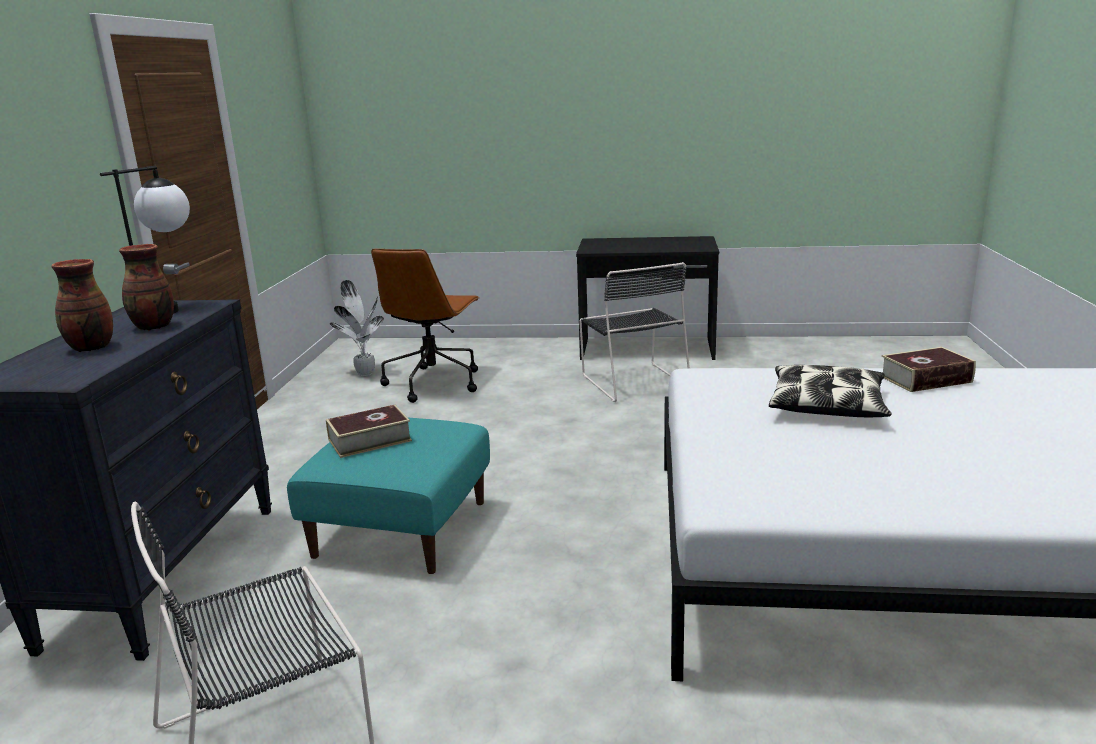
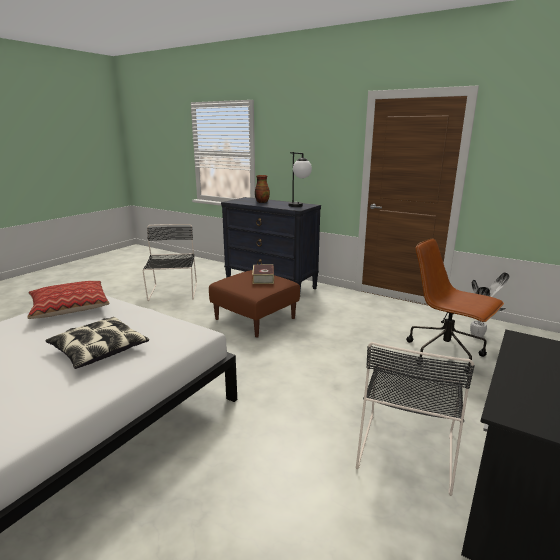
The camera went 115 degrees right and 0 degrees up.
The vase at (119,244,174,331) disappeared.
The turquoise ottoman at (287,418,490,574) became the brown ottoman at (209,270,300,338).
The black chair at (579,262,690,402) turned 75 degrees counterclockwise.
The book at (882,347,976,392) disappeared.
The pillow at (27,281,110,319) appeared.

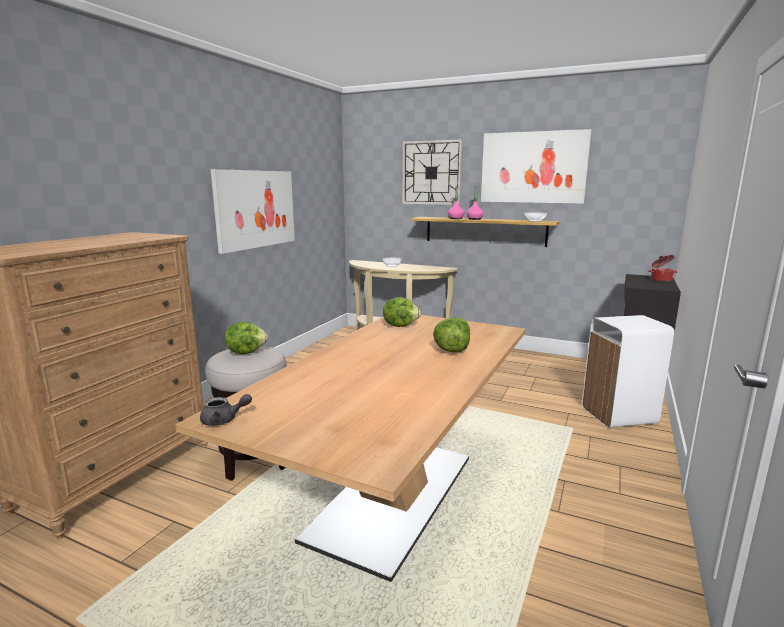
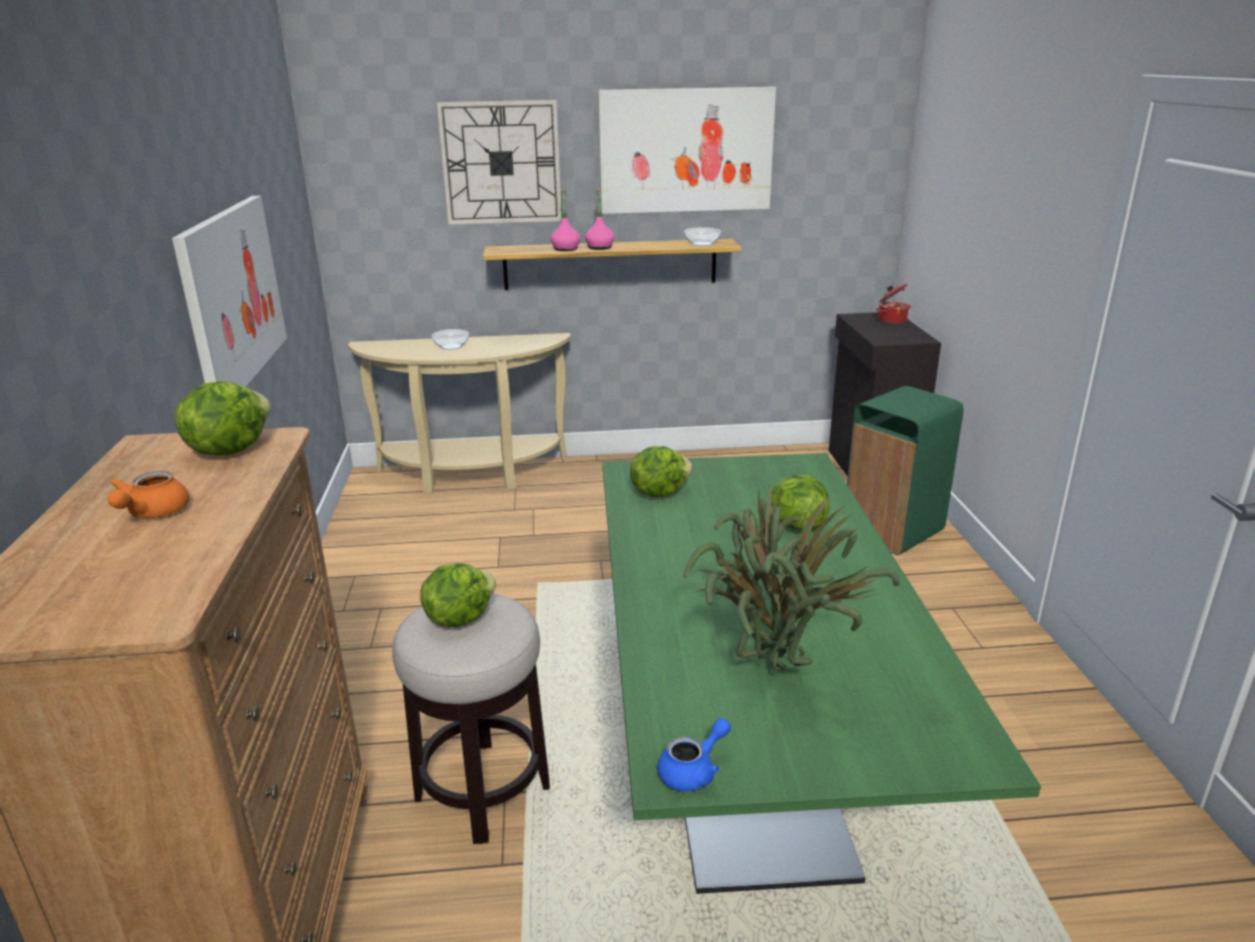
The camera went 30 degrees left and 10 degrees up.
The beige dining table at (175,315,526,582) became the green dining table at (602,453,1041,894).
The grey teapot at (200,394,252,426) became the blue teapot at (657,718,731,792).
The white trash can at (582,315,674,428) became the green trash can at (847,386,964,555).
The orange teapot at (108,471,189,518) appeared.
The lettuce at (175,381,271,456) appeared.
The potted plant at (683,481,900,671) appeared.

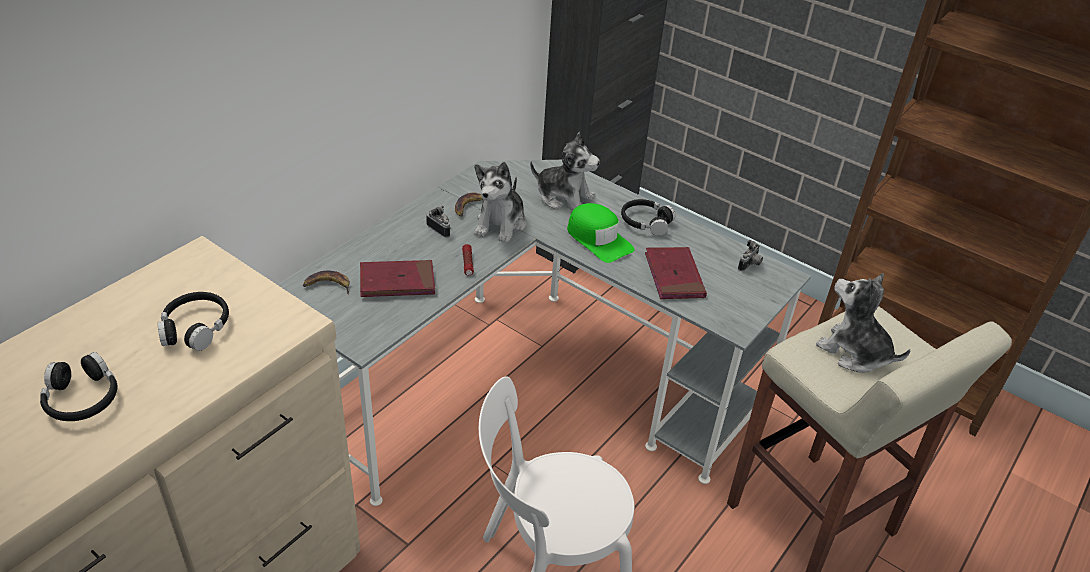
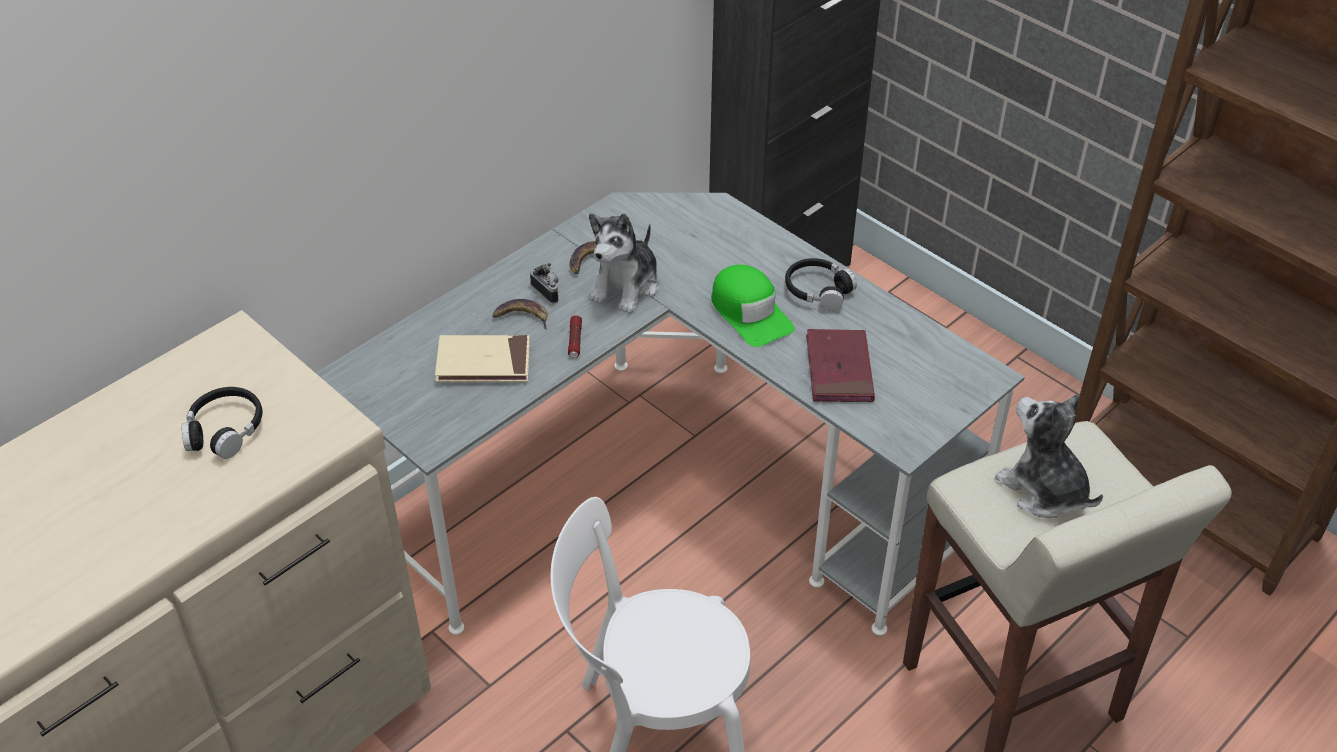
The camera went 10 degrees right and 5 degrees up.
The black headphones at (40,352,118,421) disappeared.
The banana moved from (303,271,350,294) to (492,299,548,330).
The red book at (360,260,435,297) became the beige book at (435,335,530,382).
The plush toy at (530,132,600,210) disappeared.
The photo camera at (738,240,763,271) disappeared.

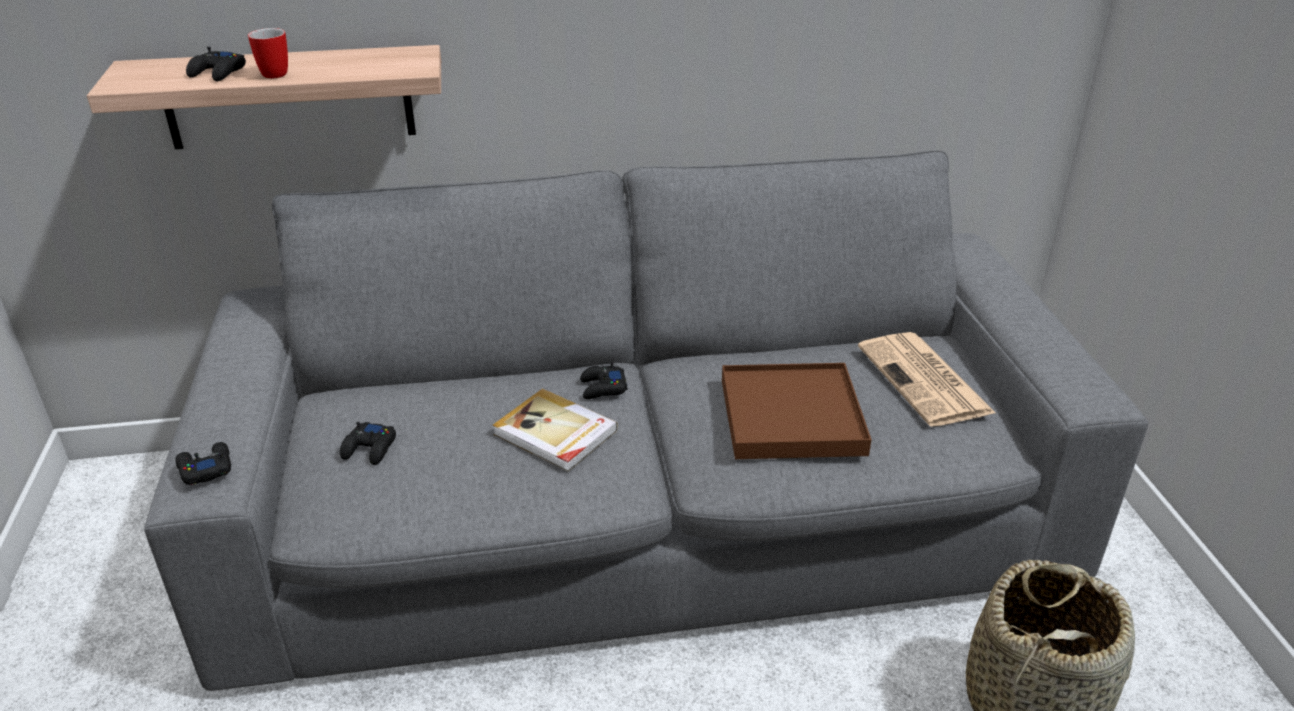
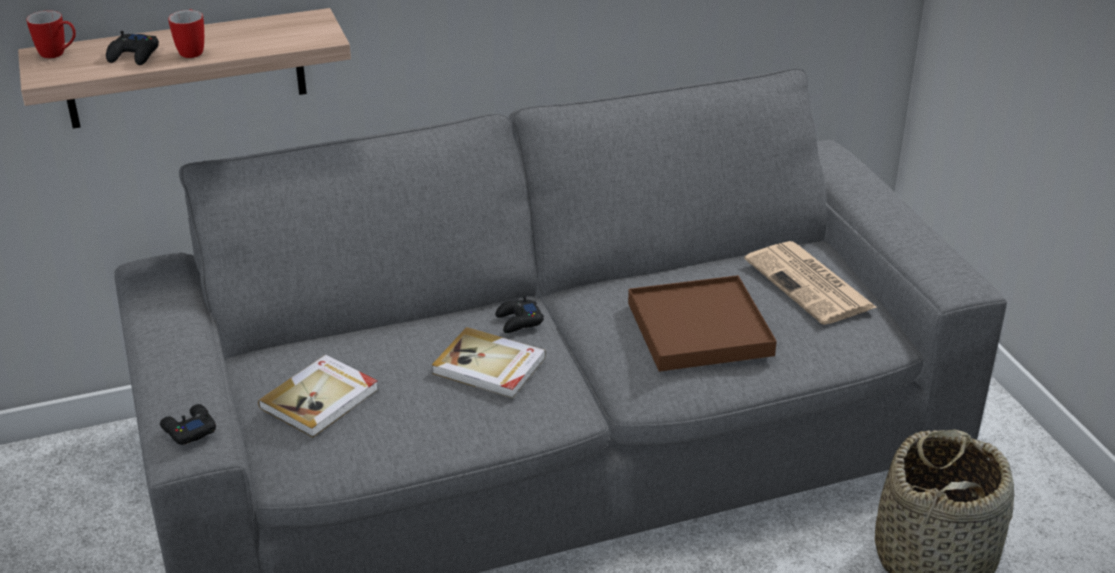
The camera went 10 degrees left and 0 degrees up.
The black game controller at (340,422,396,465) was replaced by the book at (258,355,379,437).
The mug at (26,10,76,58) appeared.

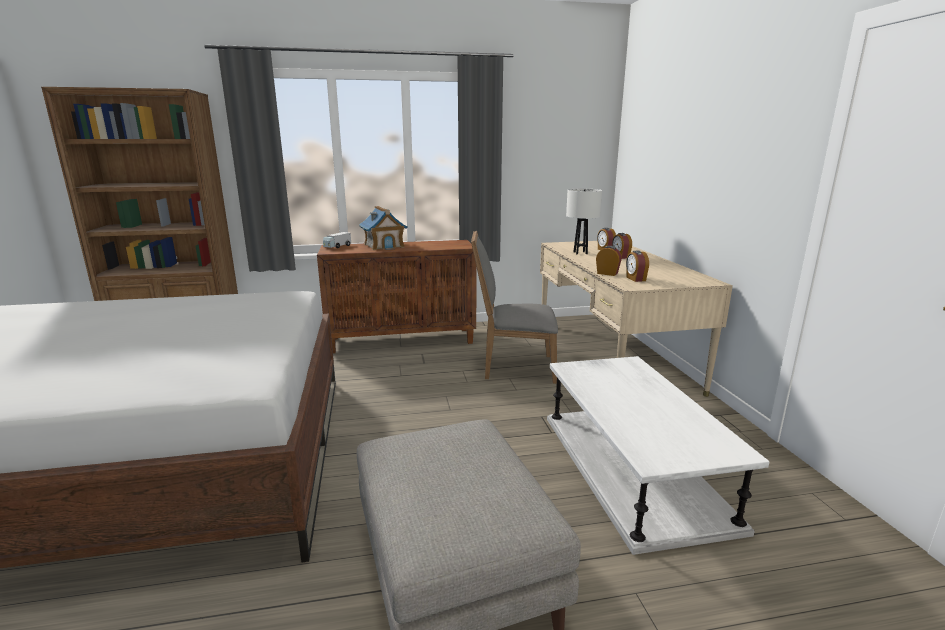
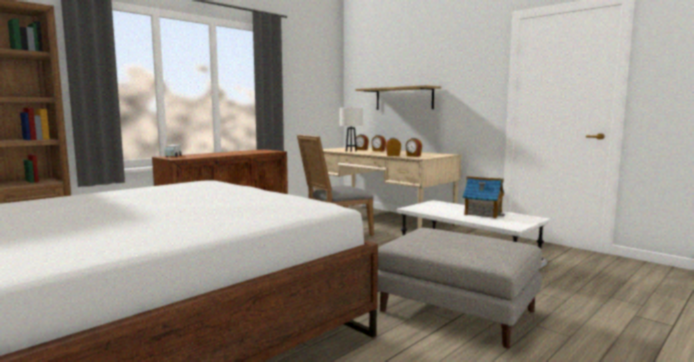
The camera went 35 degrees left and 10 degrees down.
The toy house moved from (359,206,407,250) to (463,176,505,218).
The shelf at (355,85,441,110) appeared.

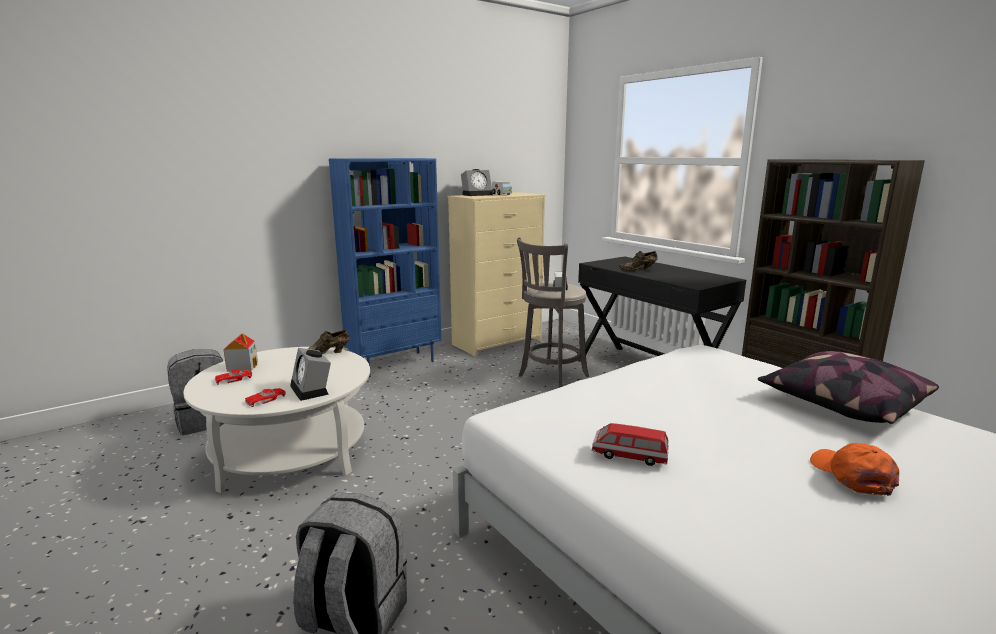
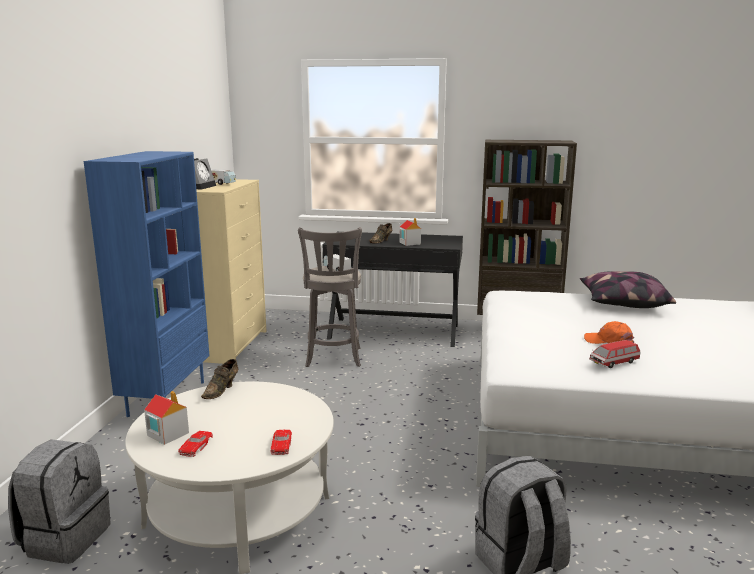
The camera went 45 degrees left and 0 degrees up.
The alarm clock at (290,348,331,401) disappeared.
The orange cap moved from (810,443,899,496) to (584,321,634,344).
The toy house at (400,218,421,246) appeared.

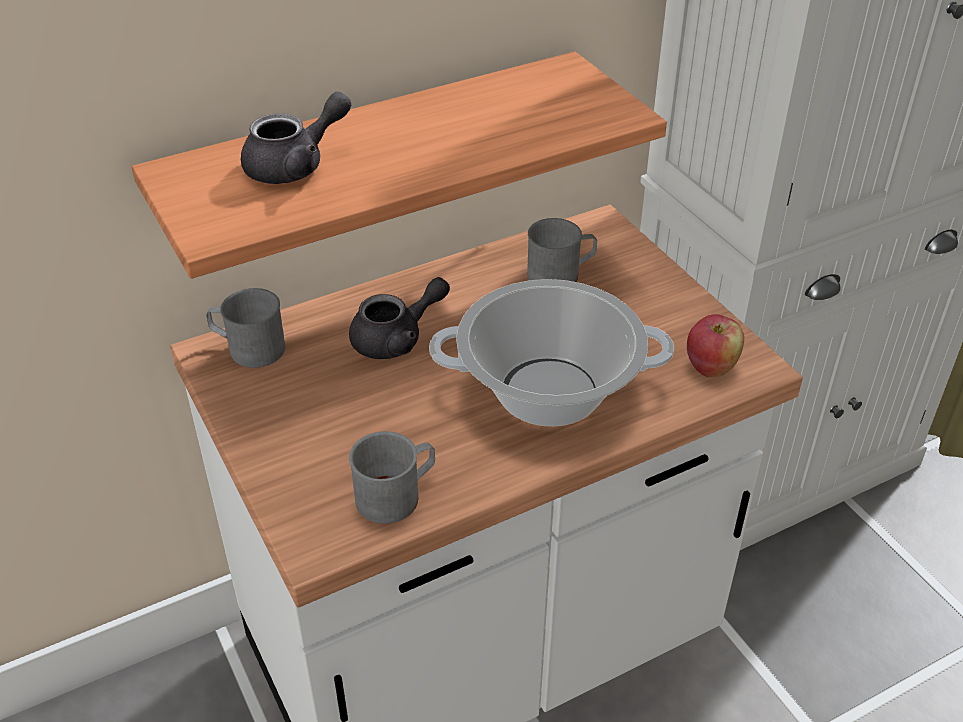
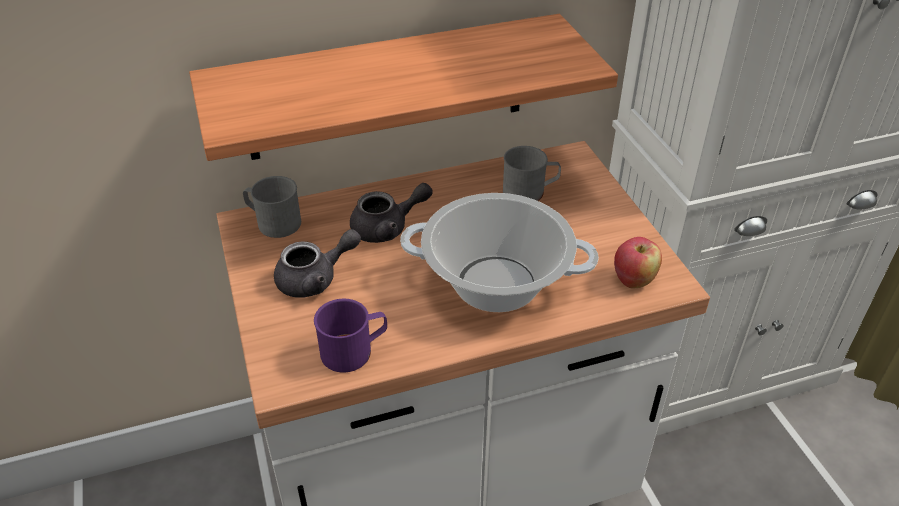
The camera went 10 degrees right and 0 degrees up.
The grey teapot moved from (241,92,351,184) to (274,229,361,297).
The grey mug at (349,431,435,524) became the purple mug at (314,299,387,373).

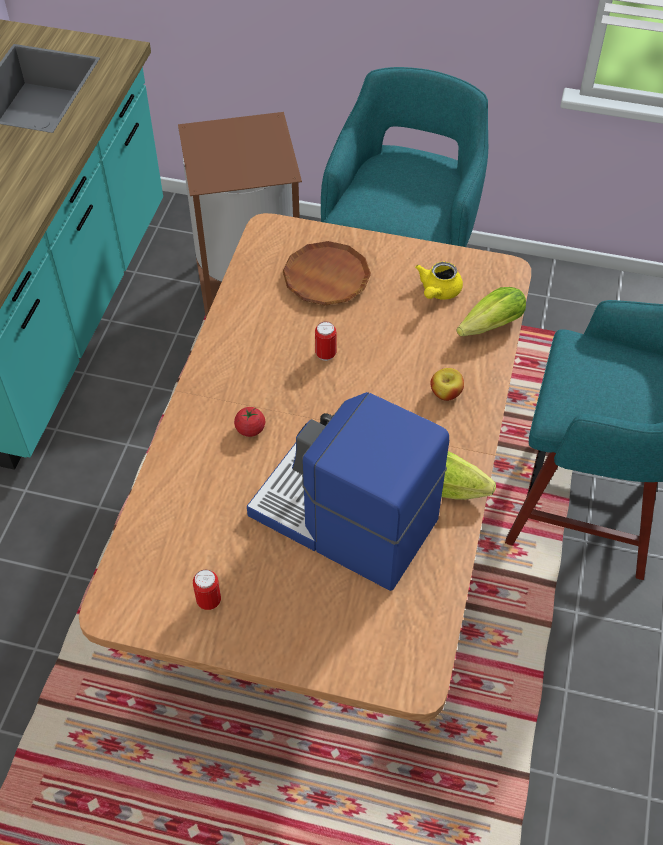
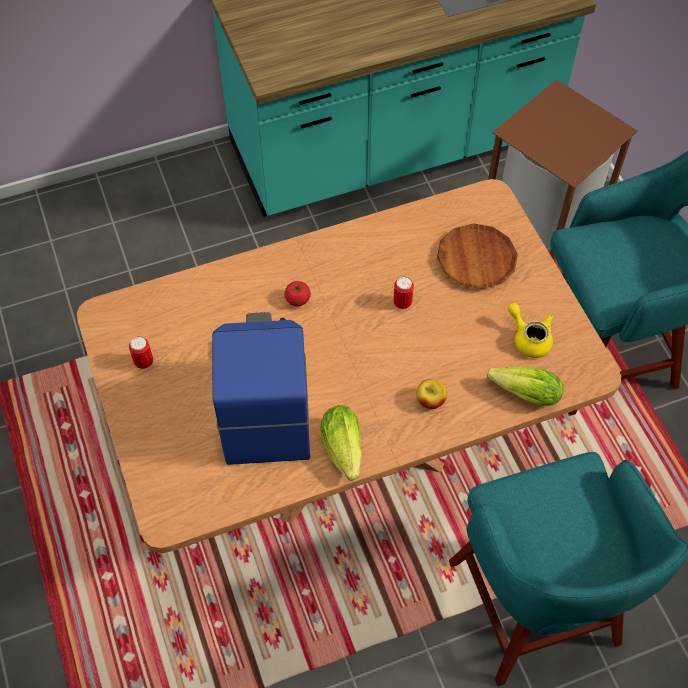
The camera went 55 degrees right and 5 degrees up.
The yellow teapot at (415,262,463,300) turned 60 degrees clockwise.

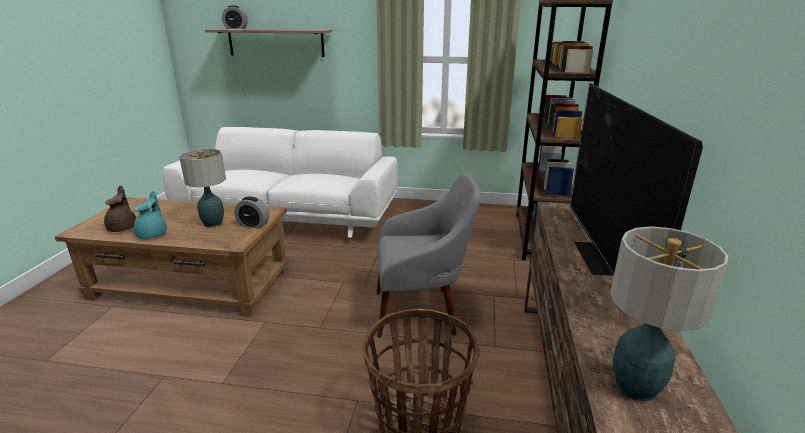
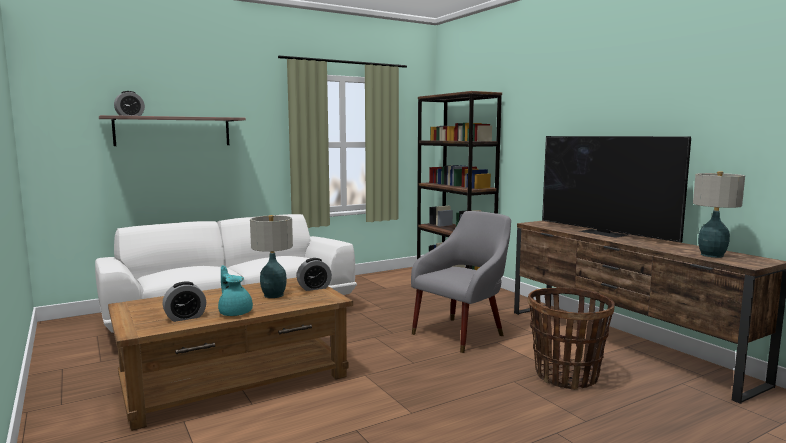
The camera went 40 degrees left and 15 degrees down.
The brown teapot at (104,185,136,232) was replaced by the alarm clock at (162,281,206,322).

